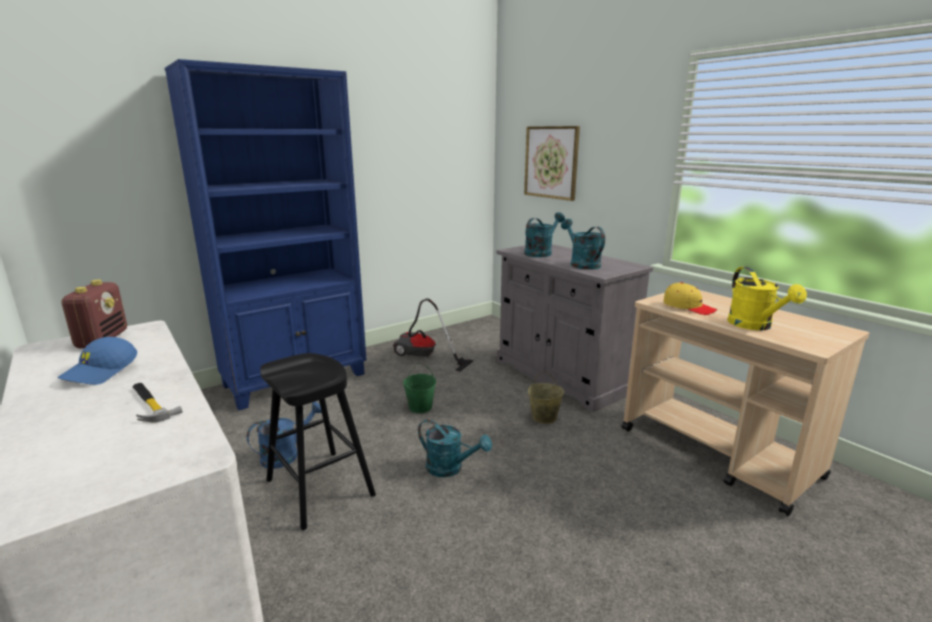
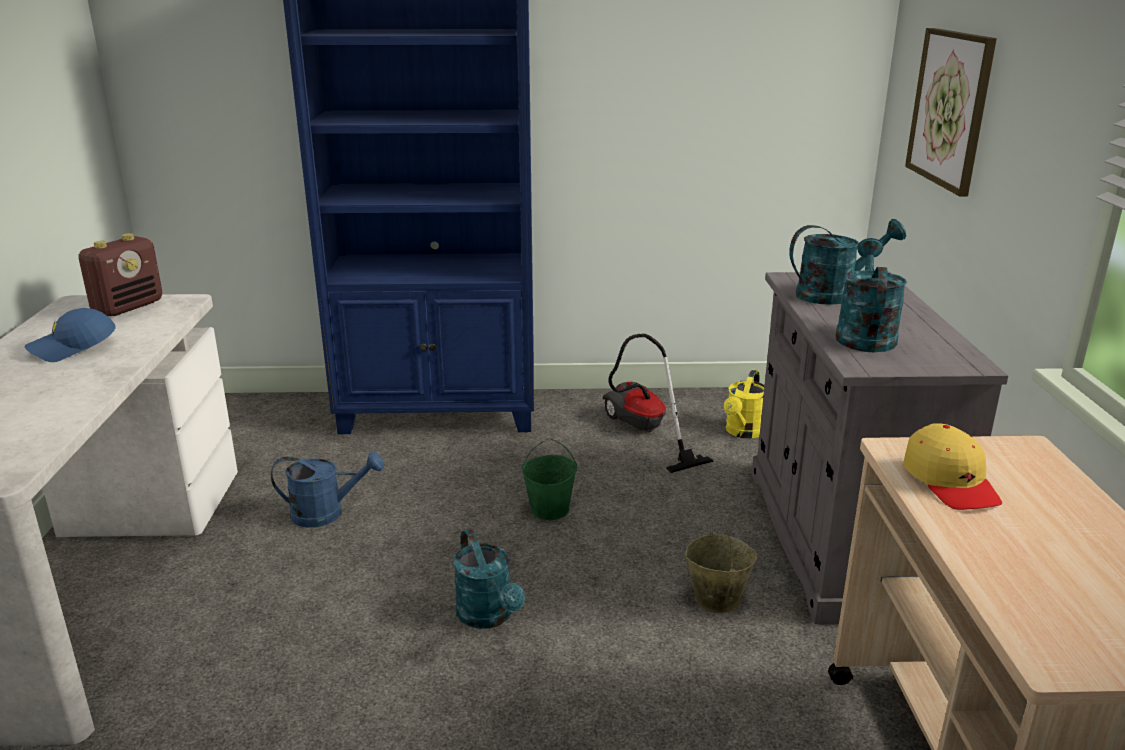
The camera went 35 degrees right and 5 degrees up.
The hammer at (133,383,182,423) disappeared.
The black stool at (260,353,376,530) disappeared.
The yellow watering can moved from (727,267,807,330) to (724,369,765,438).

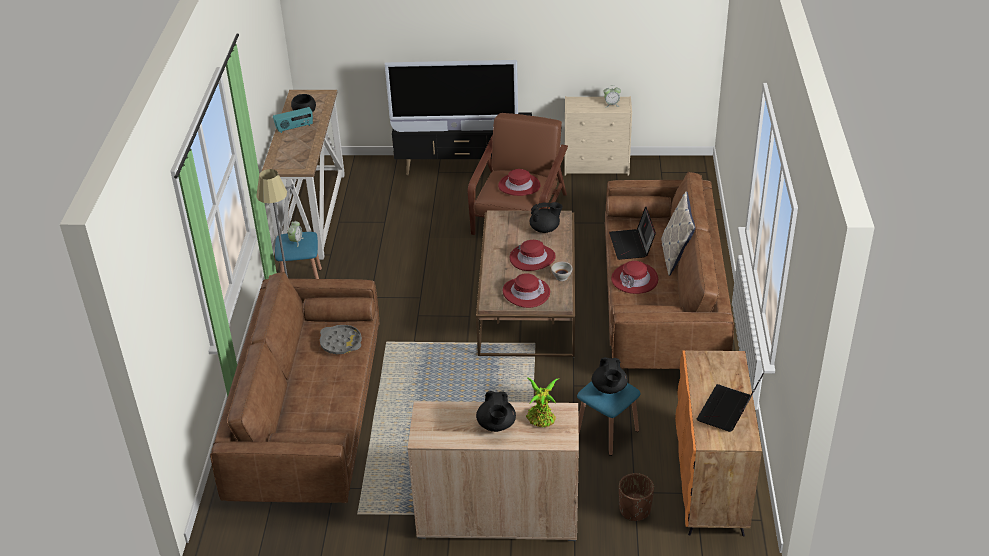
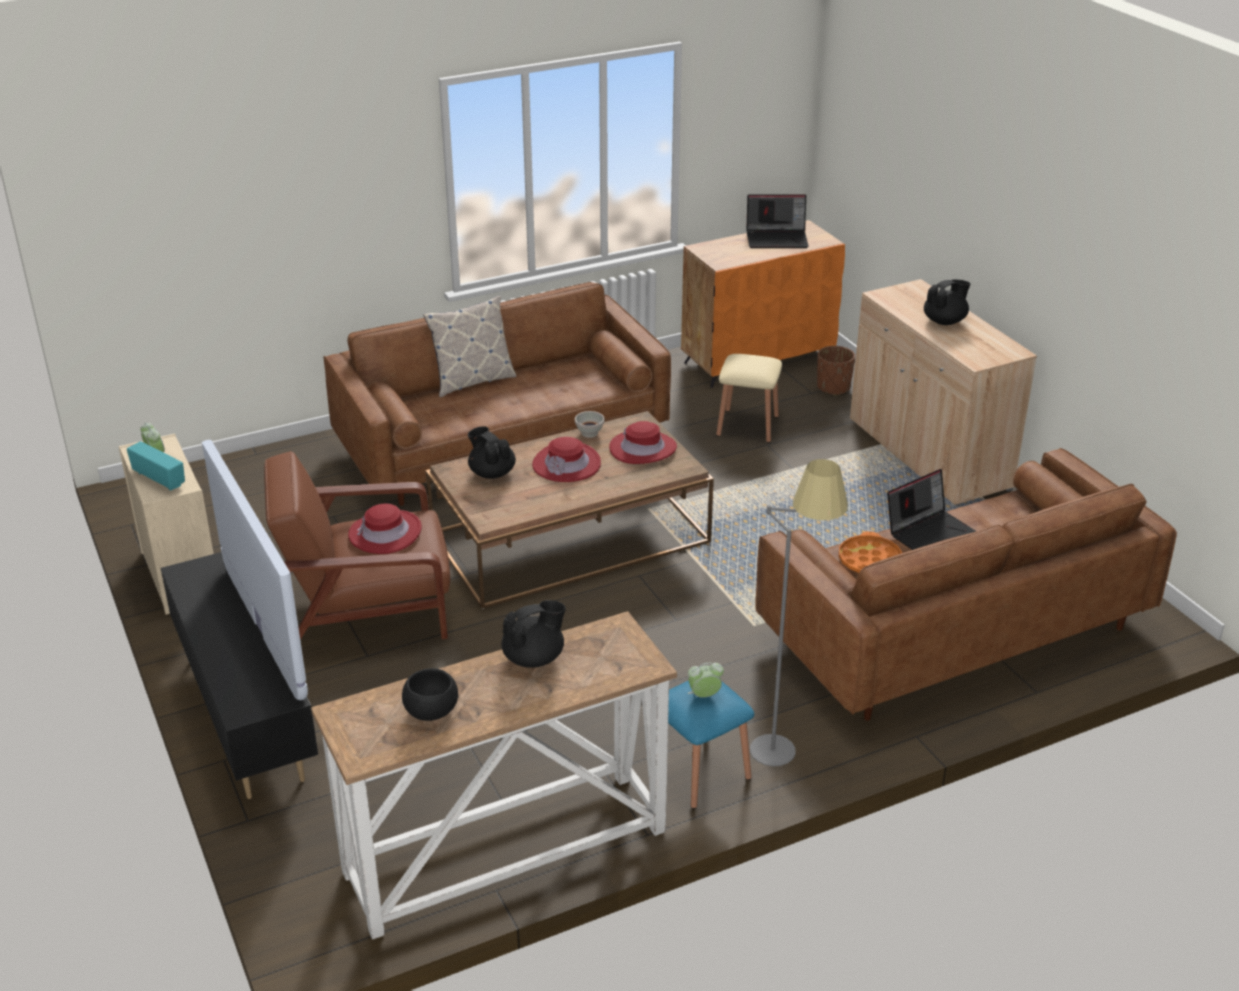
The camera went 120 degrees left and 5 degrees down.
The radio moved from (273,107,313,133) to (127,441,185,491).
The grey tray at (320,325,362,354) became the orange tray at (839,531,902,573).
The potted plant at (526,378,560,427) disappeared.
The blue stool at (577,381,641,456) became the beige stool at (716,354,782,443).
The black teapot moved from (592,357,628,394) to (501,600,566,668).
The laptop moved from (609,206,656,260) to (887,469,976,550).
The red hat at (611,261,658,294) disappeared.

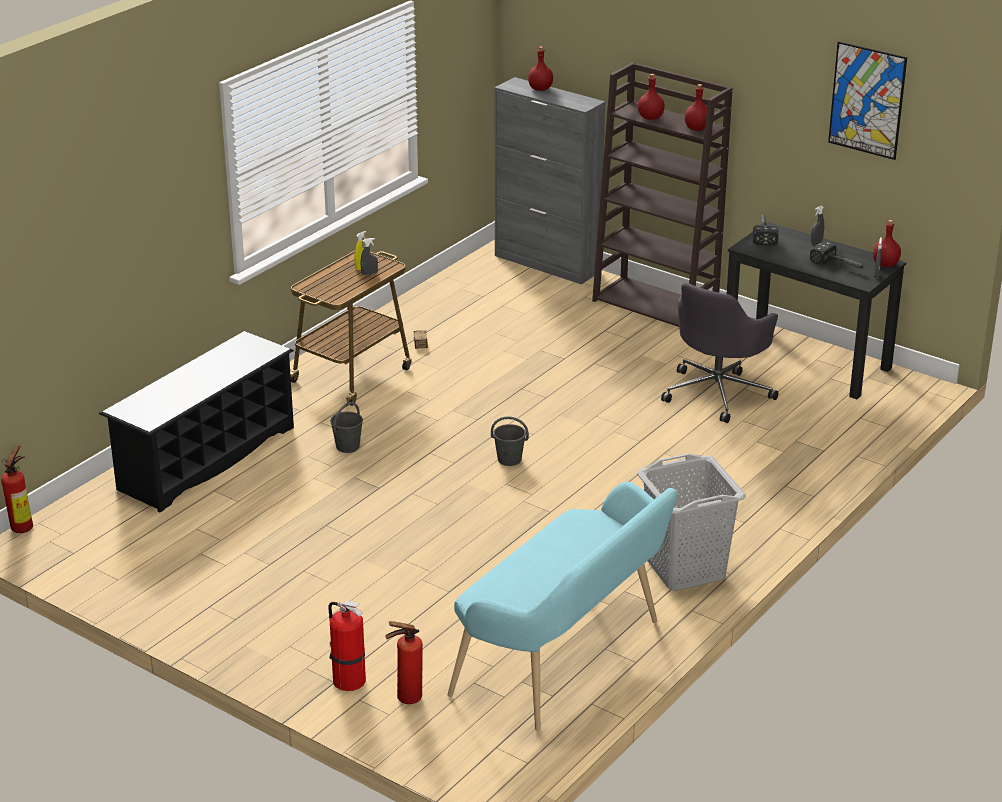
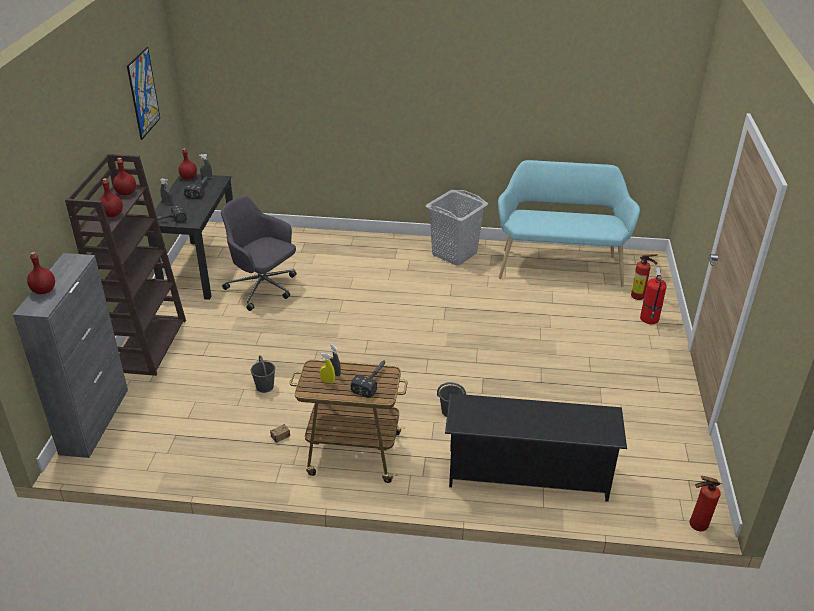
The camera went 120 degrees left and 5 degrees up.
The grey bucket moved from (491,416,529,466) to (251,355,275,393).
The grey office chair at (661,283,778,423) turned 150 degrees counterclockwise.
The hammer at (351,360,386,398) appeared.

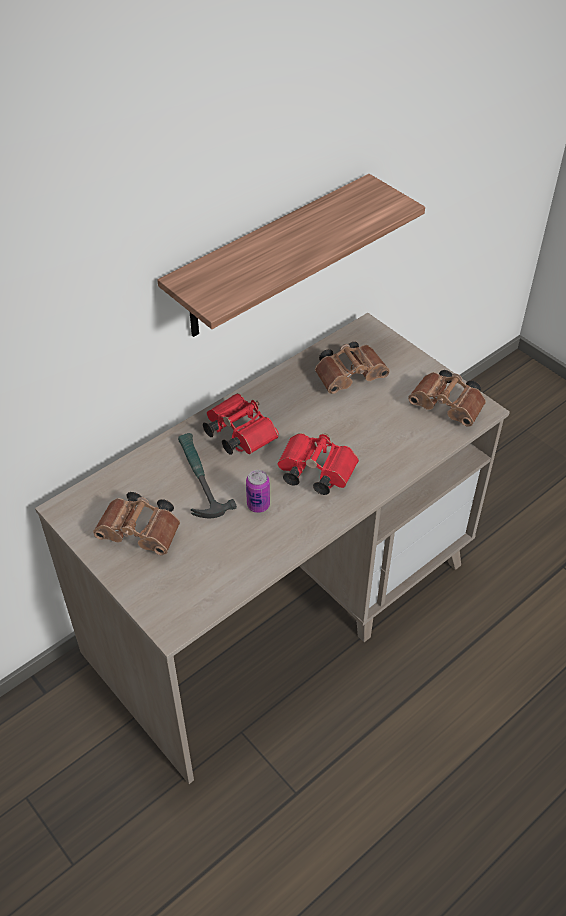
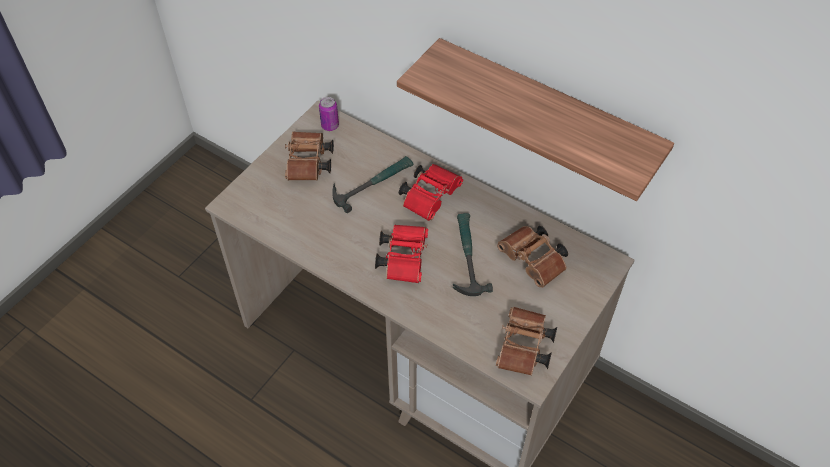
The camera went 75 degrees right and 5 degrees up.
The can moved from (246,470,270,513) to (319,97,339,131).
The hammer at (453,213,493,296) appeared.

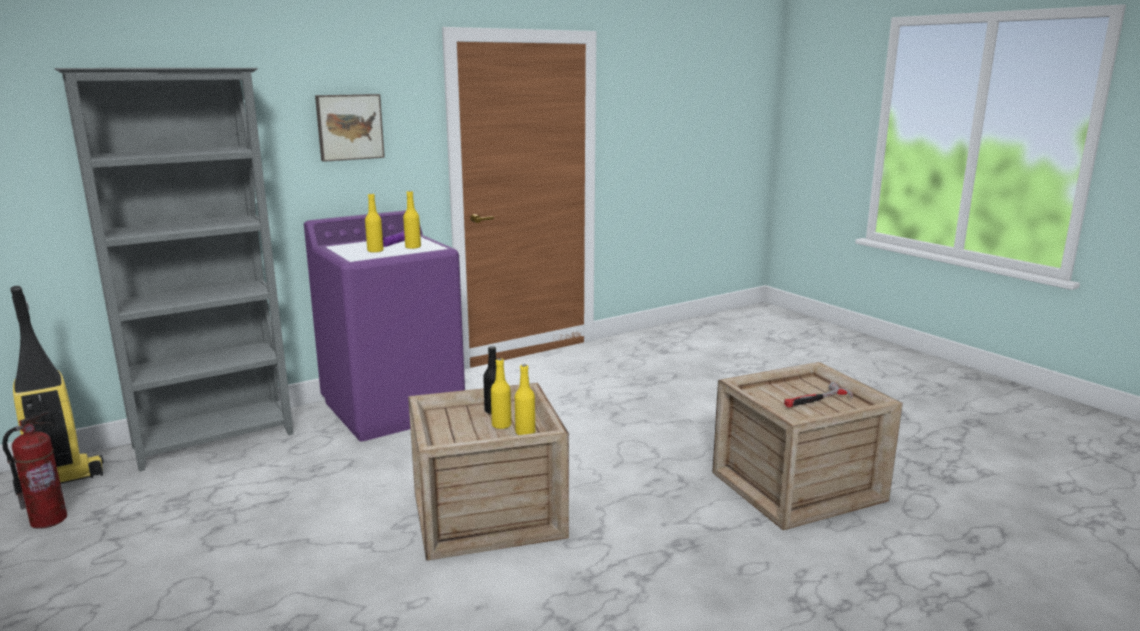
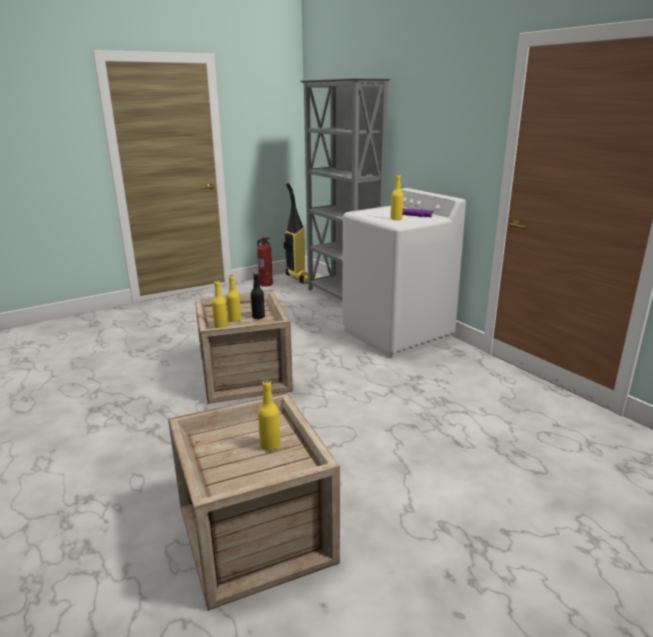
The camera went 90 degrees right and 5 degrees up.
The purple washing machine at (304,210,465,441) became the white washing machine at (342,188,466,358).
The picture at (315,94,385,162) disappeared.
The yellow bottle moved from (365,194,384,252) to (258,380,280,451).
The hammer at (784,382,853,408) disappeared.

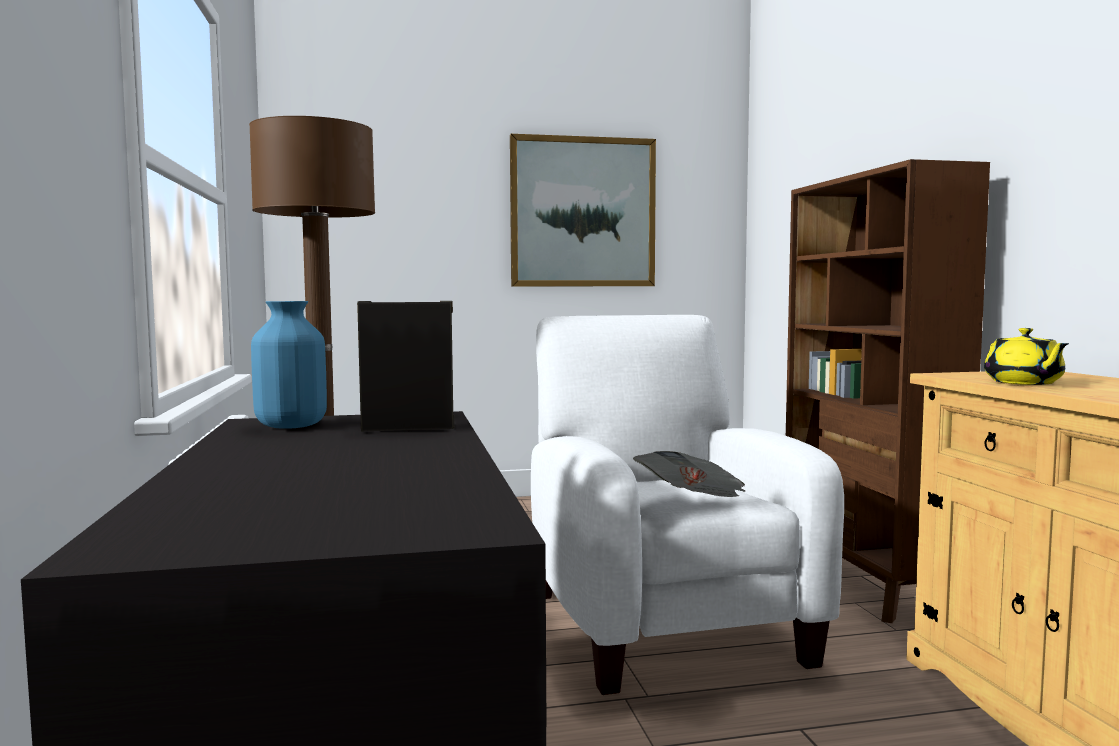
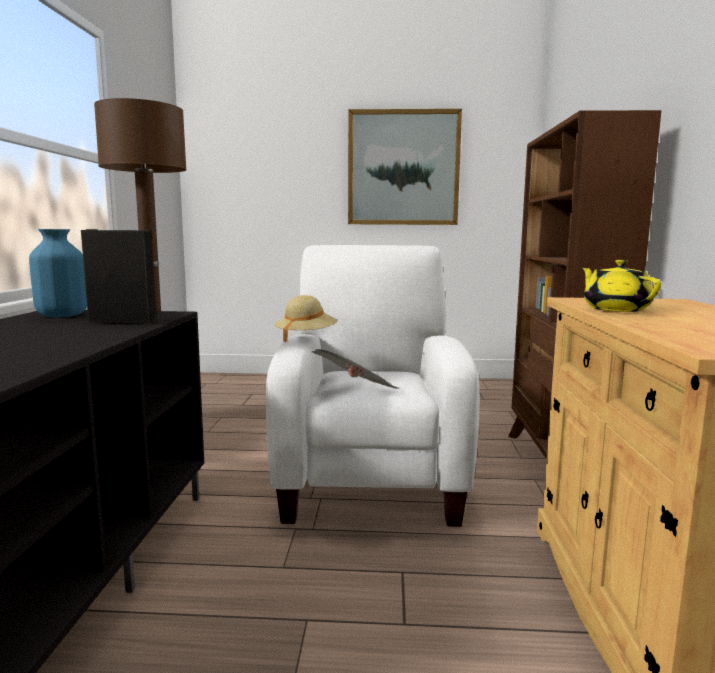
The camera went 15 degrees right and 5 degrees up.
The yellow teapot at (984,328,1069,385) turned 150 degrees clockwise.
The beige hat at (275,295,337,343) appeared.

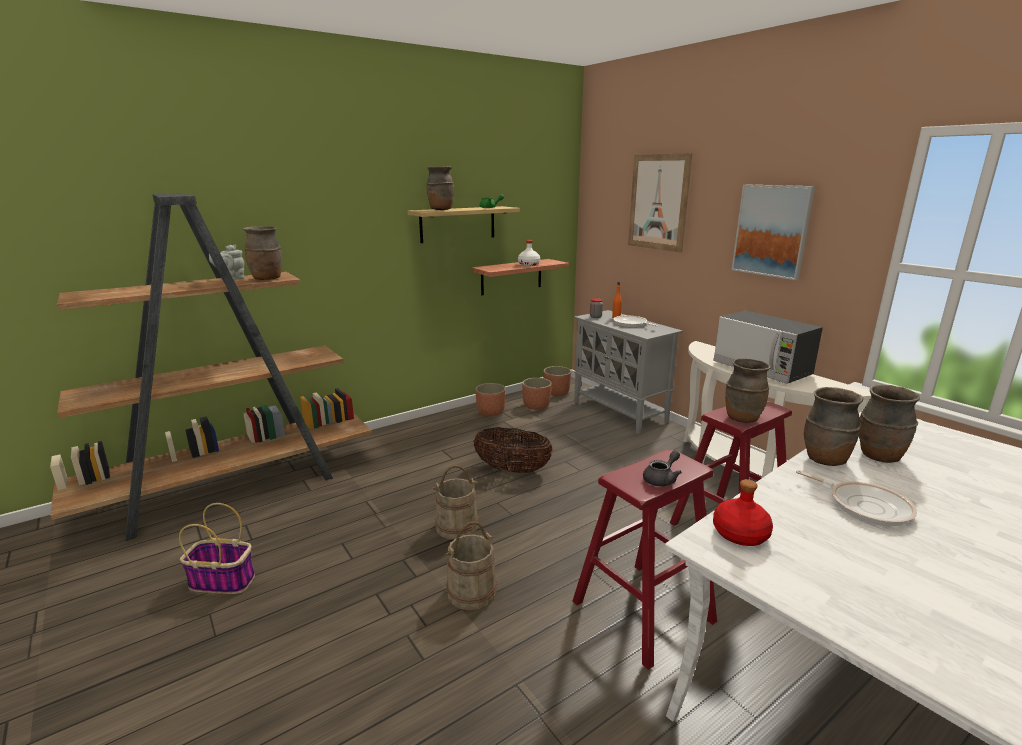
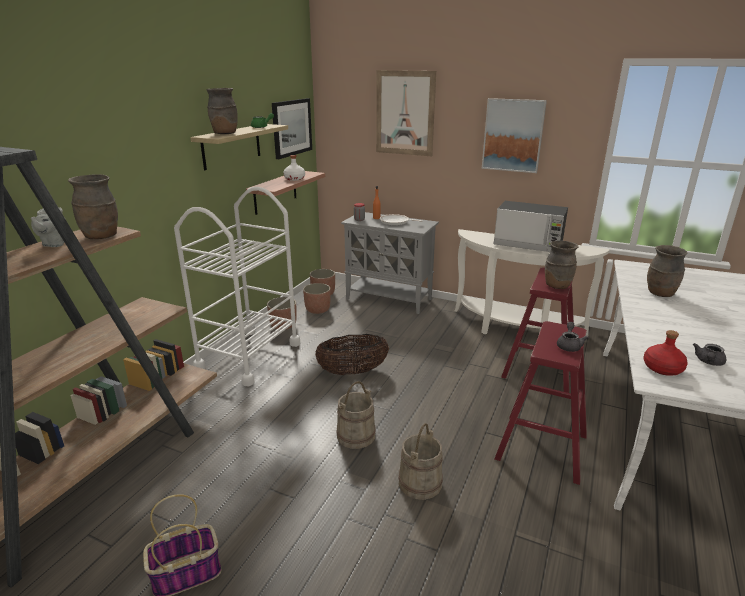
The camera went 30 degrees left and 5 degrees up.
The frying pan at (796,470,917,526) disappeared.
The brown vase at (804,387,863,466) disappeared.
The white cart at (174,187,300,386) appeared.
The picture at (272,98,312,159) appeared.
The grey teapot at (693,343,726,366) appeared.

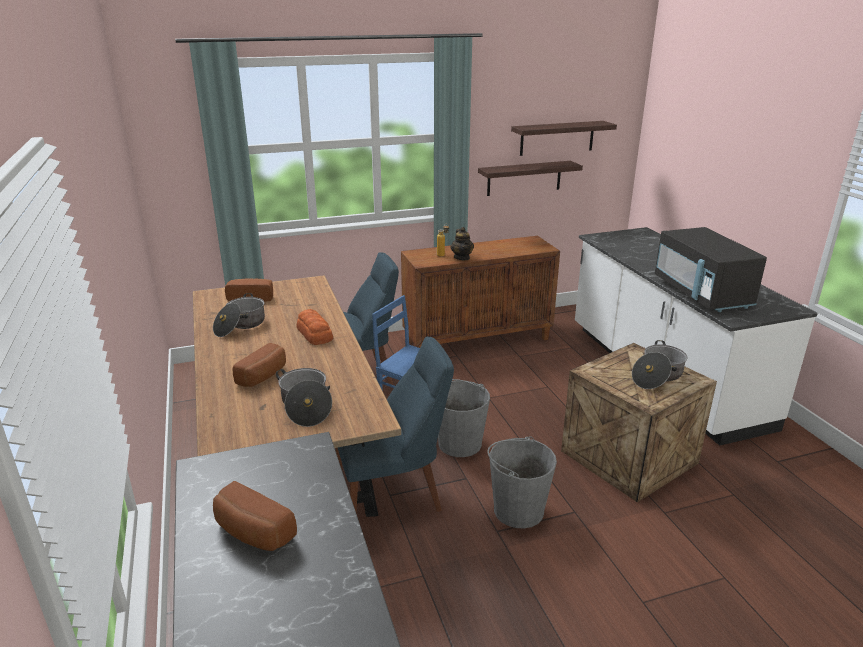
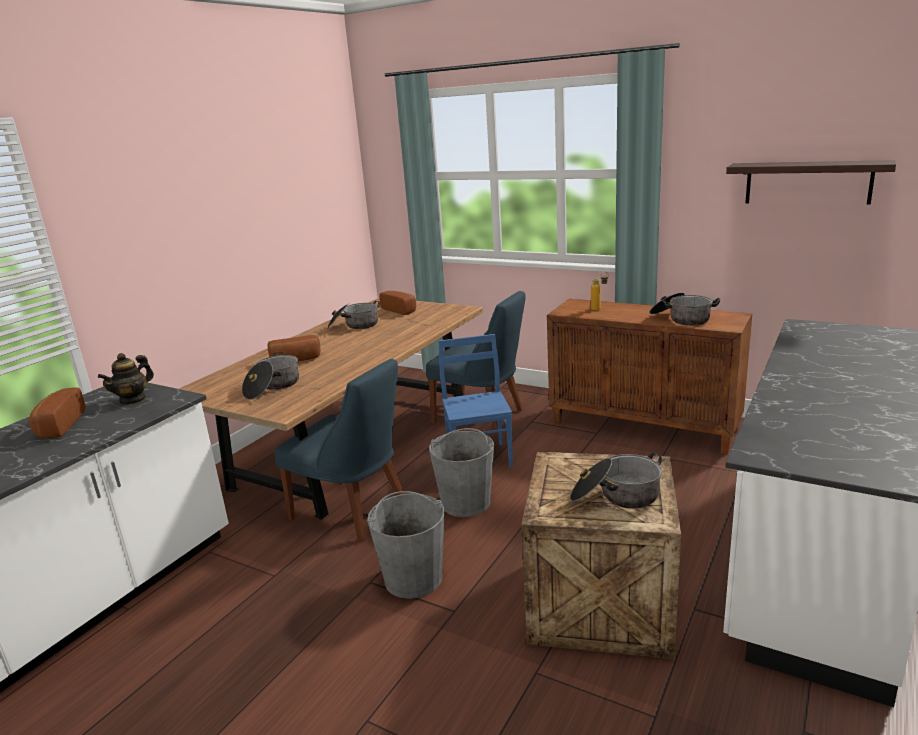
The camera went 50 degrees right and 5 degrees down.
The bread at (296,309,333,345) disappeared.
The teapot moved from (451,227,474,260) to (98,353,154,405).
The shelf at (478,161,583,196) disappeared.
The black microwave at (655,227,767,312) disappeared.
The cooking pot at (650,292,721,326) appeared.

